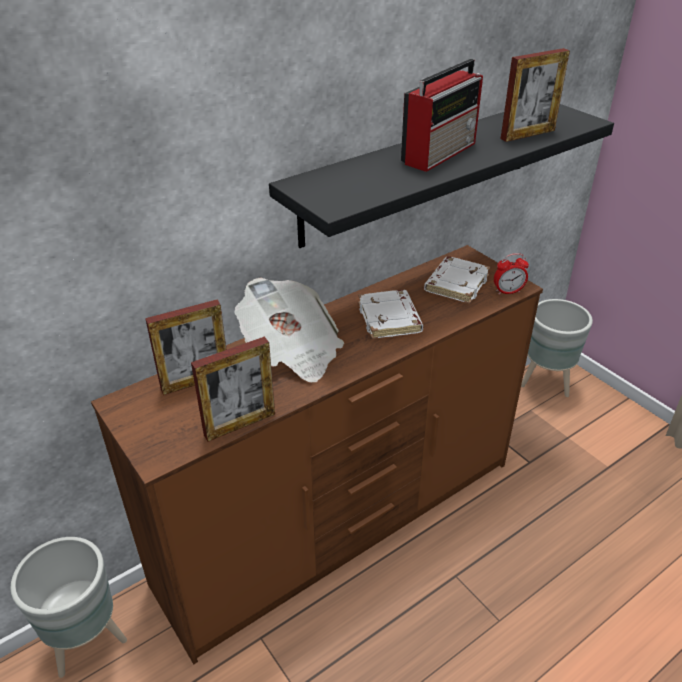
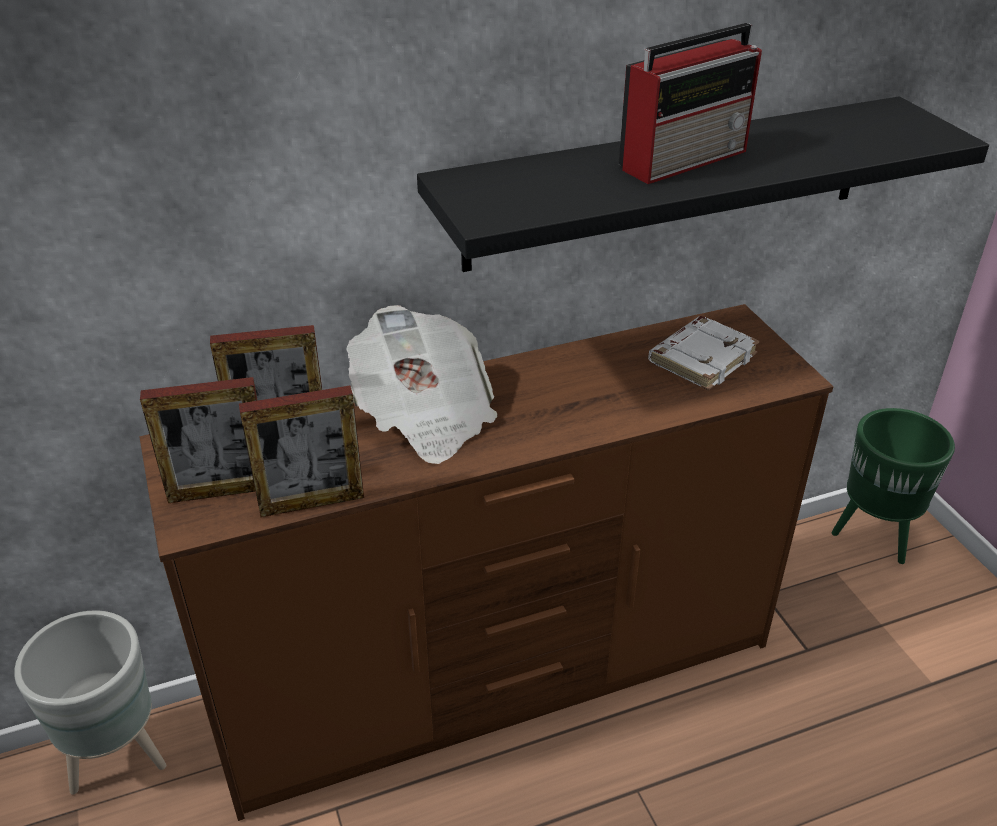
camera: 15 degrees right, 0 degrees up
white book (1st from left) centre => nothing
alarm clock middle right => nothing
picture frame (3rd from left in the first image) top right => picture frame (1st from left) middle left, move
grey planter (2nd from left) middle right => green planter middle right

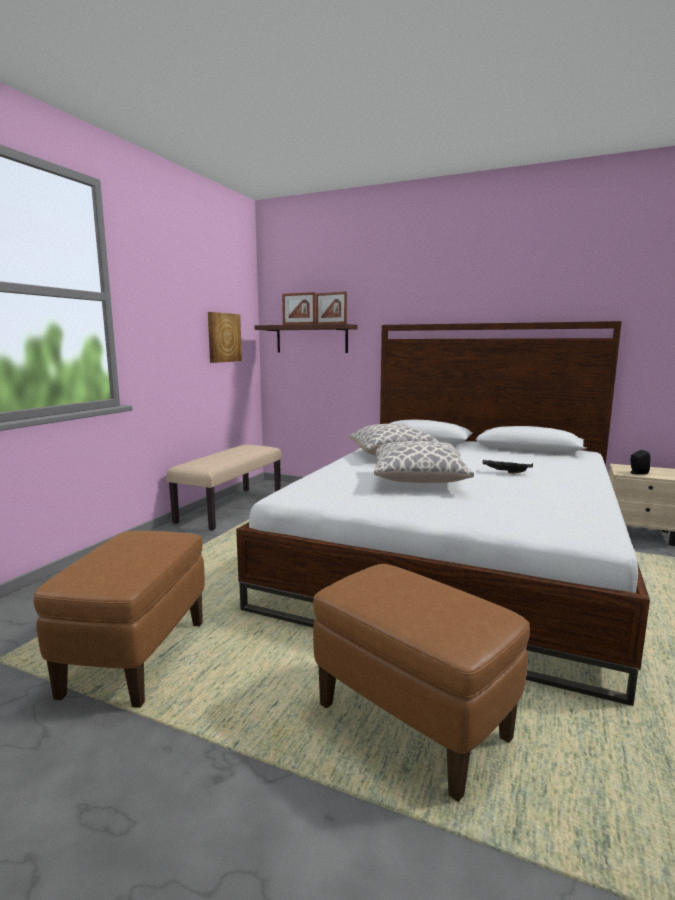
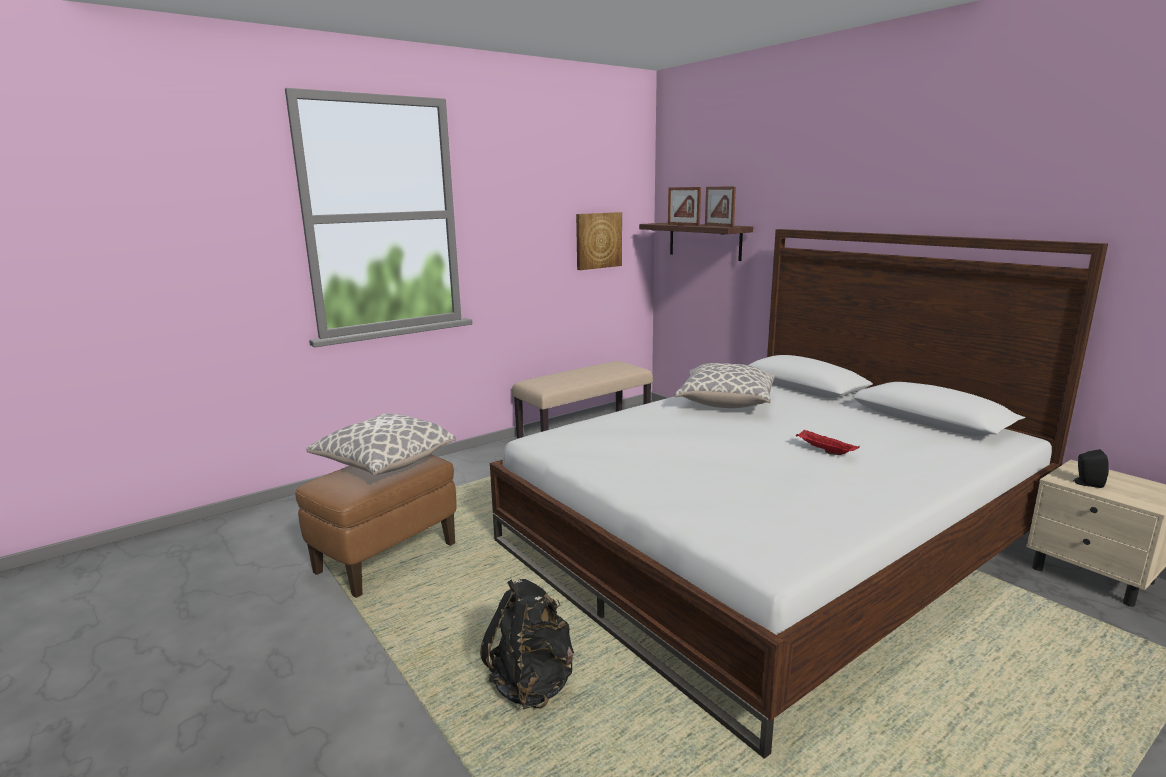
camera: 30 degrees right, 5 degrees up
pillow (2nd from left in the first image) centre => pillow (1st from left) middle left, move
brown ottoman (2nd from left) bottom centre => black backpack bottom centre
black tray middle right => red tray middle right

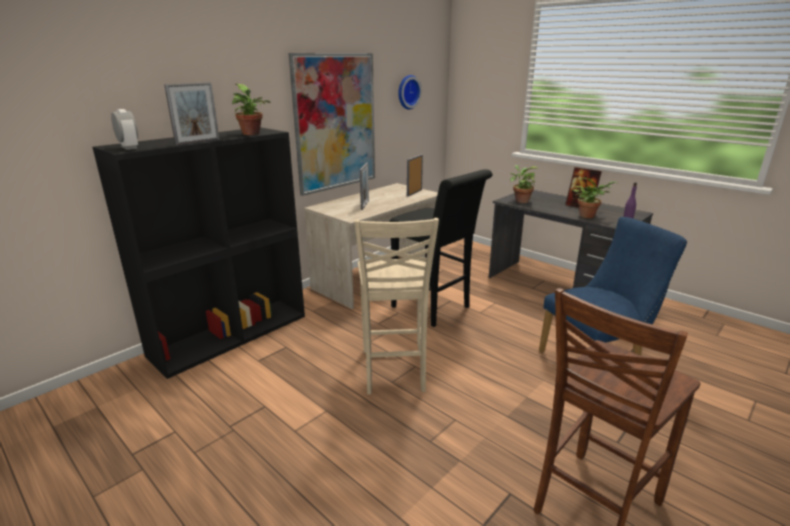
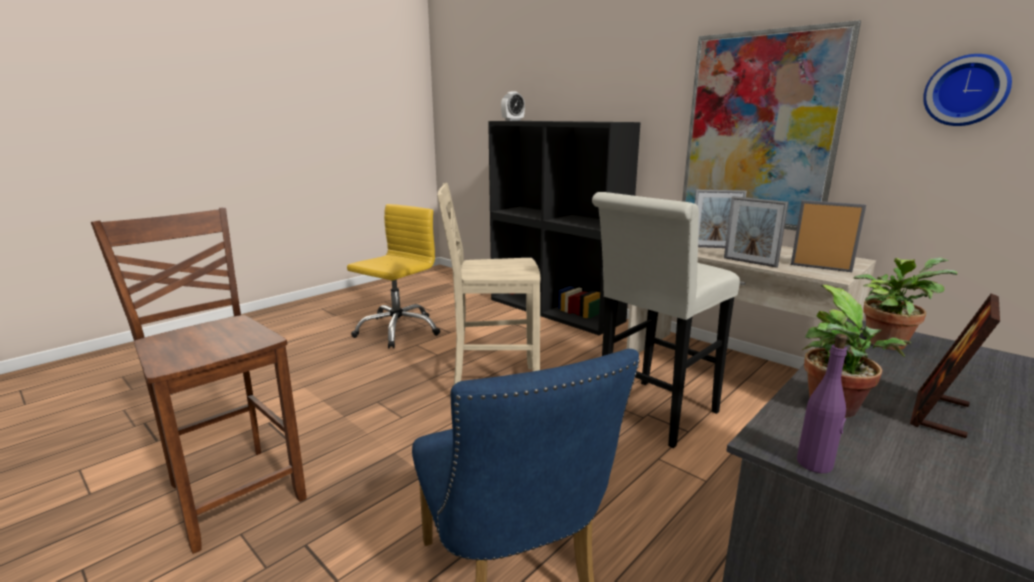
camera: 90 degrees right, 5 degrees down
potted plant (1st from left) top left => nothing
nothing => yellow office chair centre
picture frame (1st from left in the first image) top left => picture frame (2nd from left) middle right, move
black stool centre => white stool centre

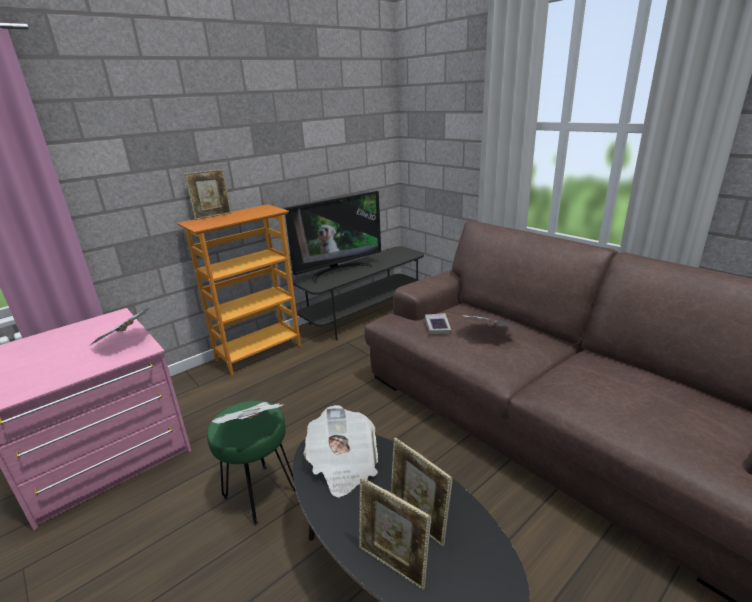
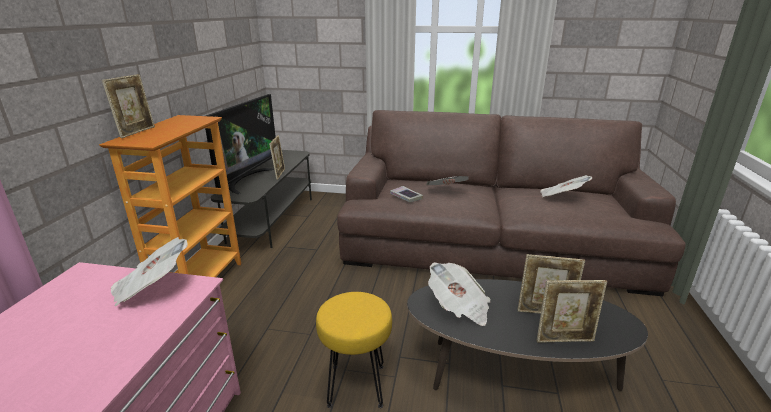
camera: 40 degrees left, 0 degrees up
nothing => picture frame (2nd from left) centre
newspaper (2nd from left in the first image) bottom left => newspaper (4th from left) middle right, move
green stool bottom centre => yellow stool bottom centre

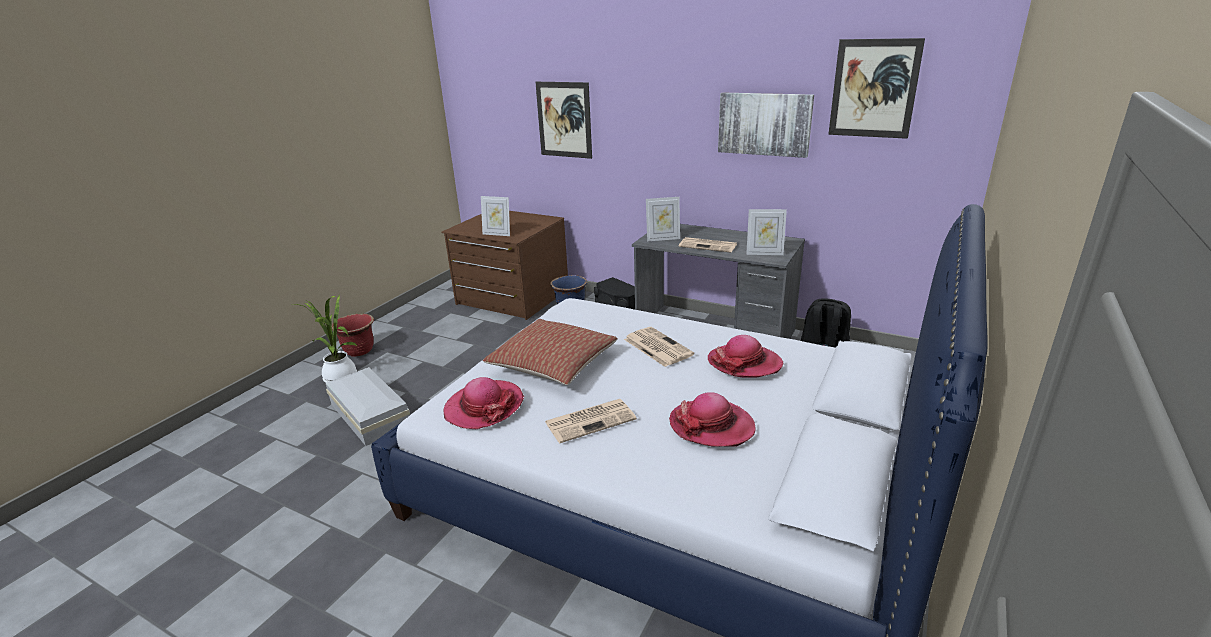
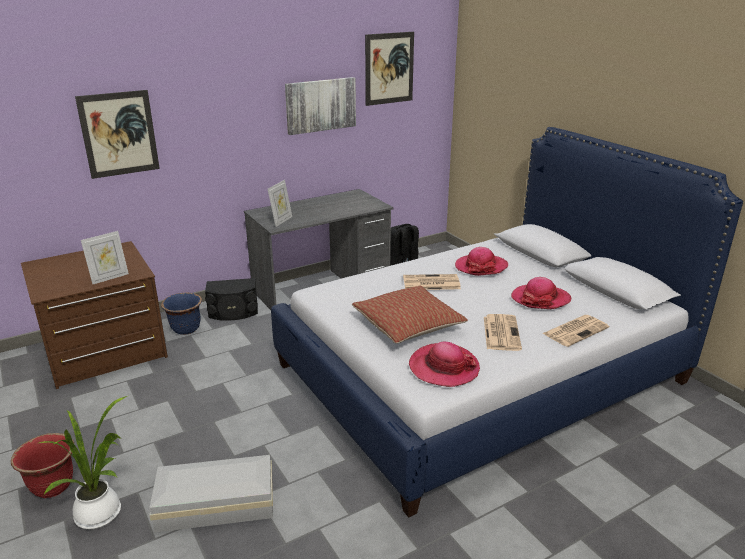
camera: 60 degrees left, 0 degrees up
picture frame (3rd from left) centre => nothing
newspaper (3rd from left) centre => newspaper (3rd from left) middle right, move

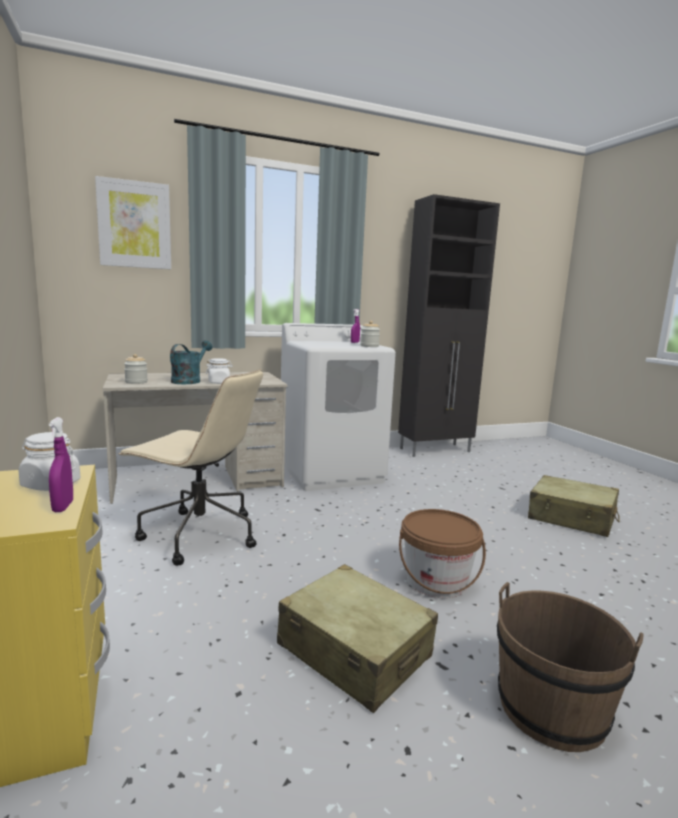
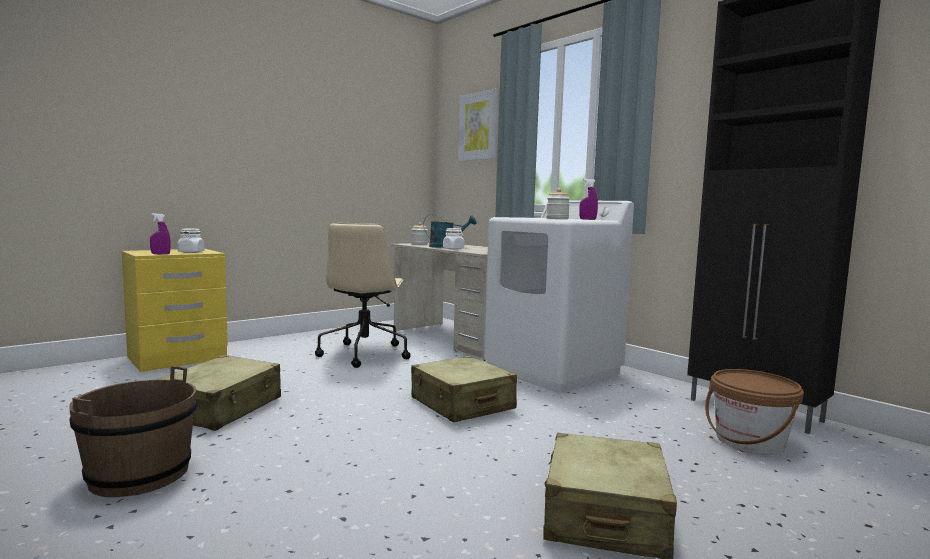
camera: 70 degrees right, 5 degrees down
nothing => beige suitcase (2nd from left) bottom centre
brown bucket (1st from left in the first image) bottom centre => brown bucket (2nd from left) bottom right, move

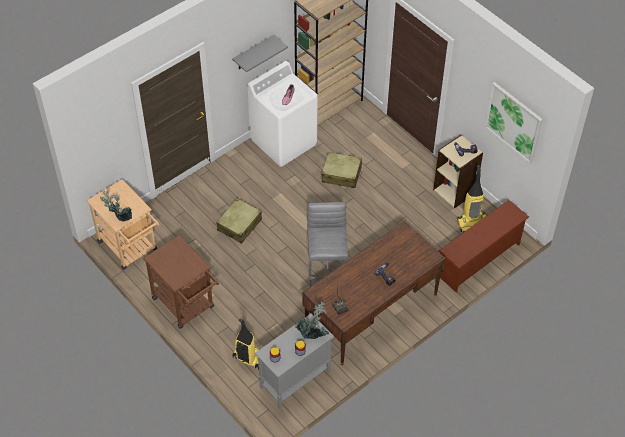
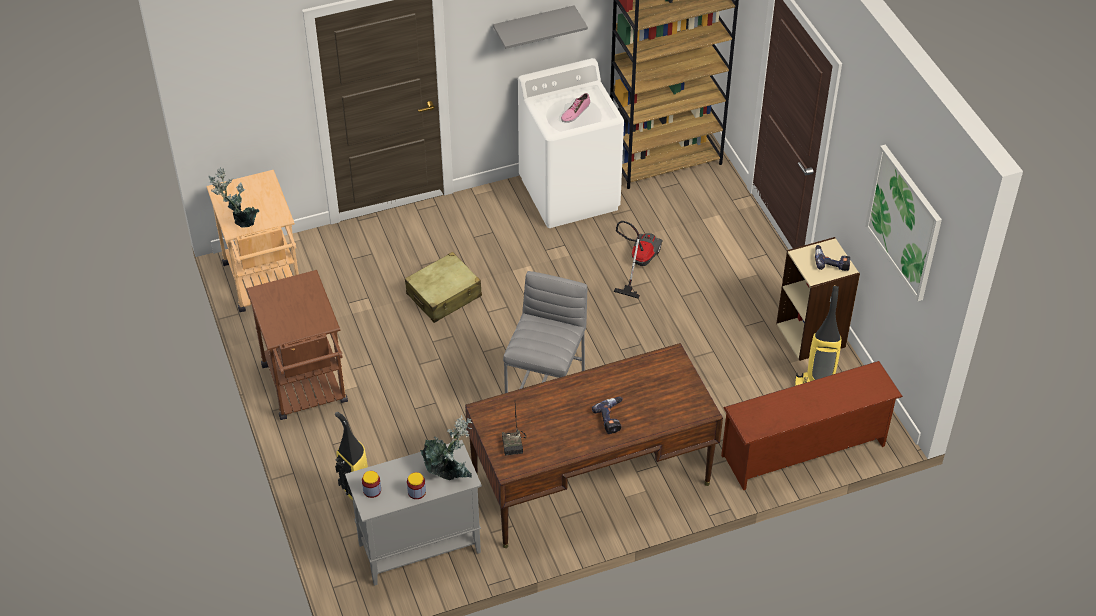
camera: 20 degrees right, 5 degrees down
beige suitcase (2nd from left) centre => vacuum cleaner (2nd from left) centre

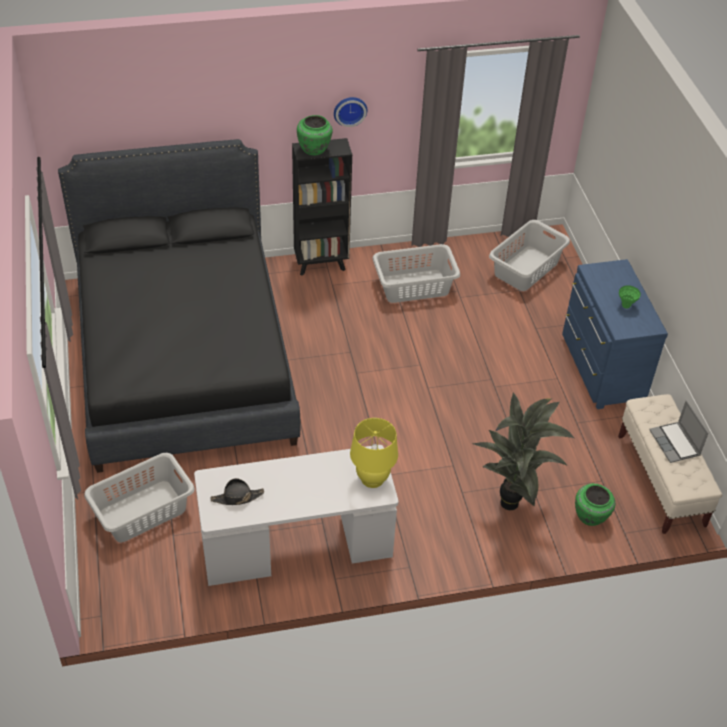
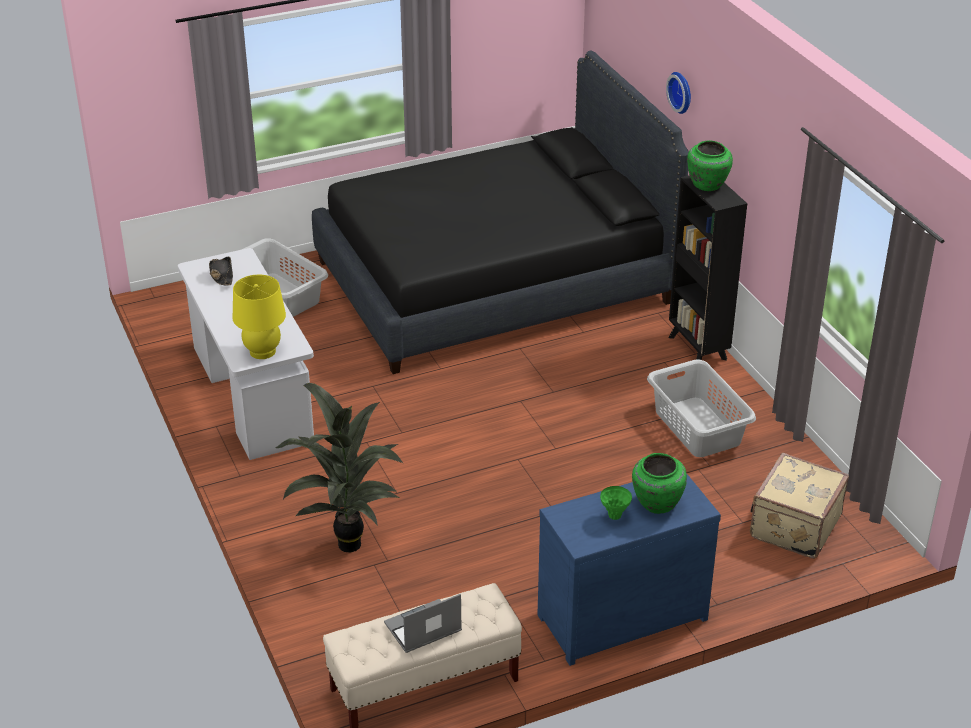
camera: 80 degrees right, 10 degrees down
wall clock top centre => wall clock top right, move
green vase (2nd from left) bottom right => green vase (2nd from left) middle right, move
grey laundry basket (3rd from left) middle right => beige suitcase bottom right

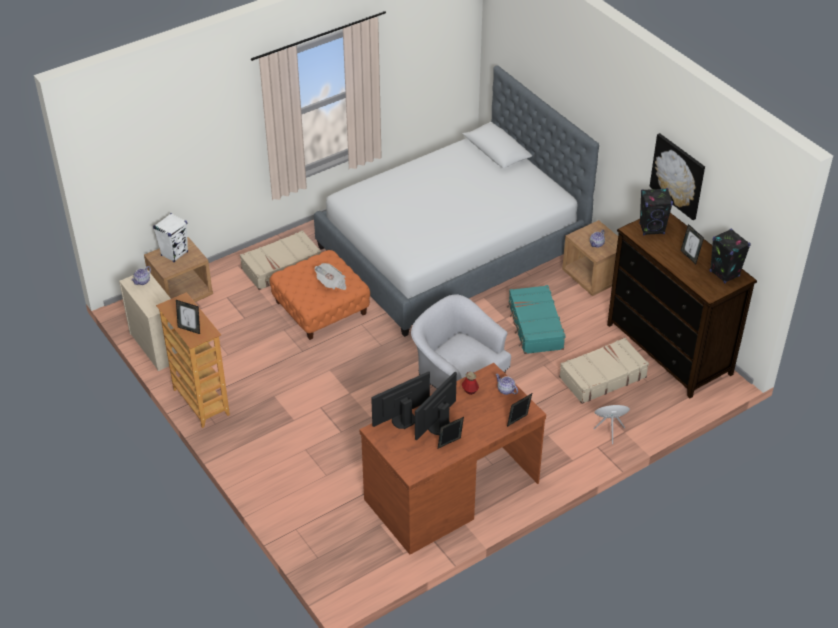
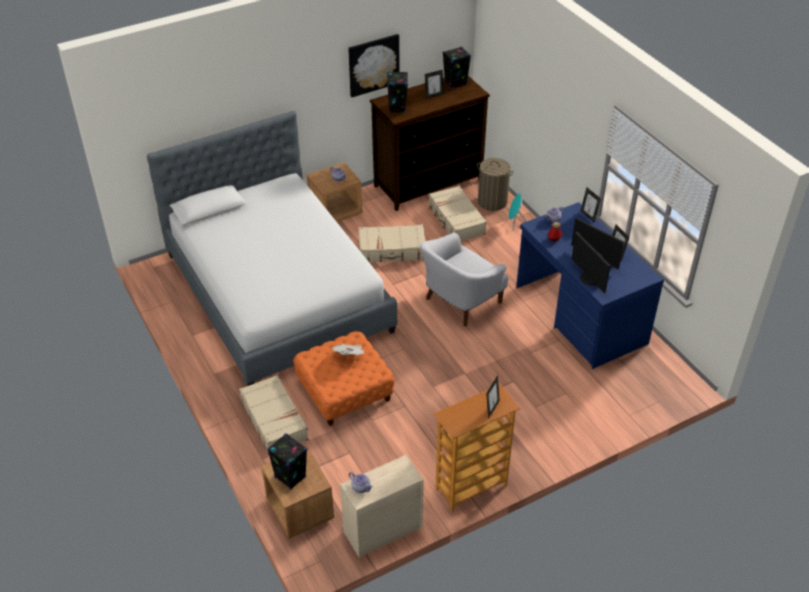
camera: 85 degrees left, 0 degrees up
nothing => laundry basket top centre
white speaker middle left => black speaker (1st from left) bottom centre
brown desk bottom centre => blue desk middle right
turquoise suitcase centre => beige suitcase (2nd from left) centre

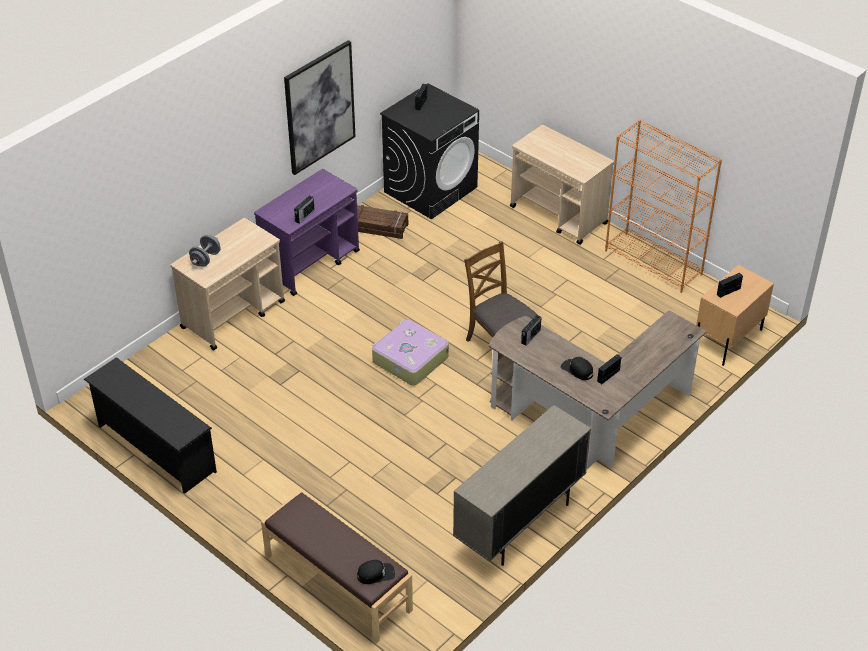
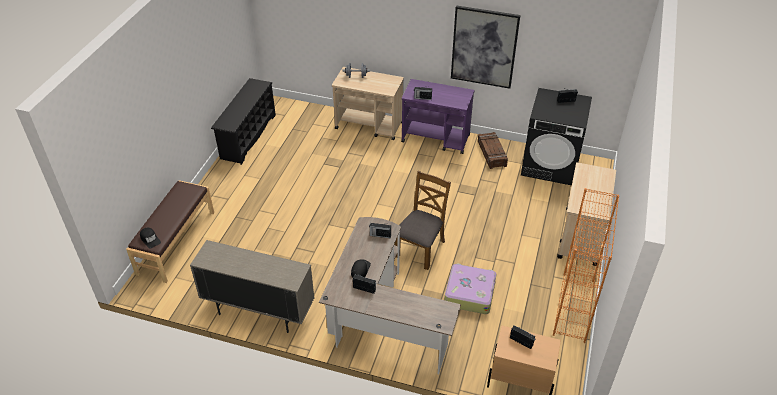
camera: 65 degrees right, 0 degrees up
suitcase centre => suitcase bottom centre, move

